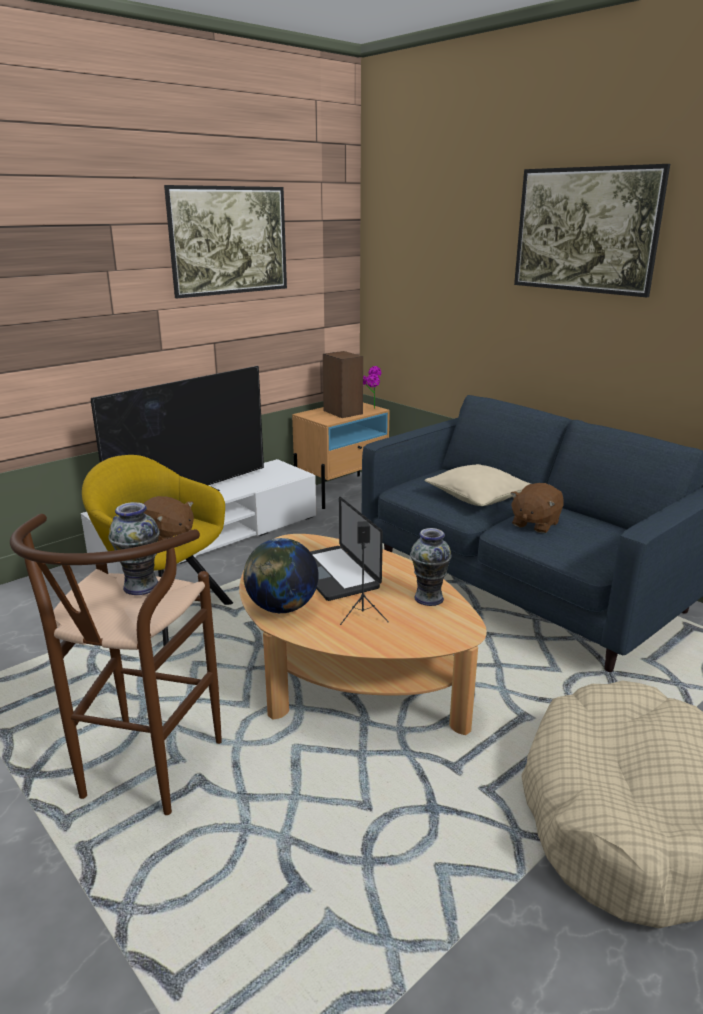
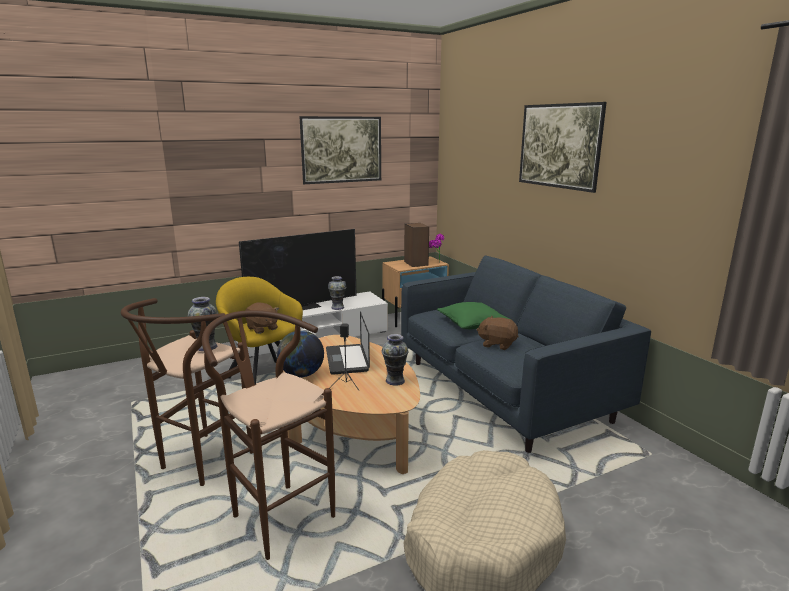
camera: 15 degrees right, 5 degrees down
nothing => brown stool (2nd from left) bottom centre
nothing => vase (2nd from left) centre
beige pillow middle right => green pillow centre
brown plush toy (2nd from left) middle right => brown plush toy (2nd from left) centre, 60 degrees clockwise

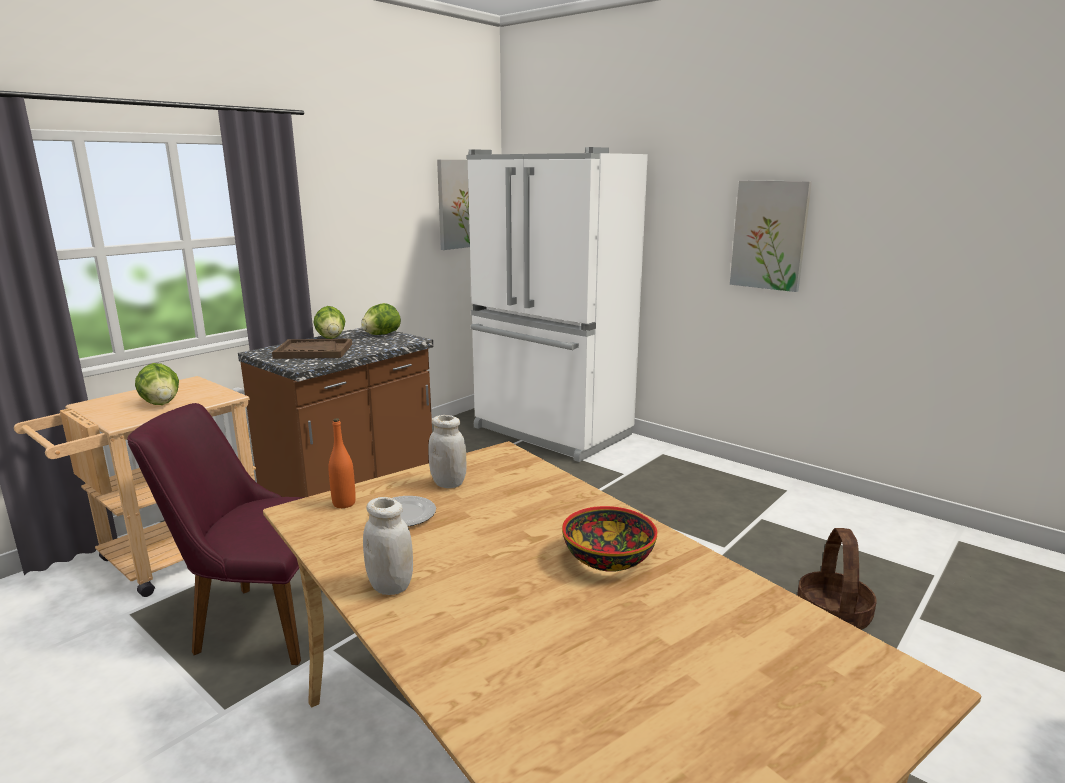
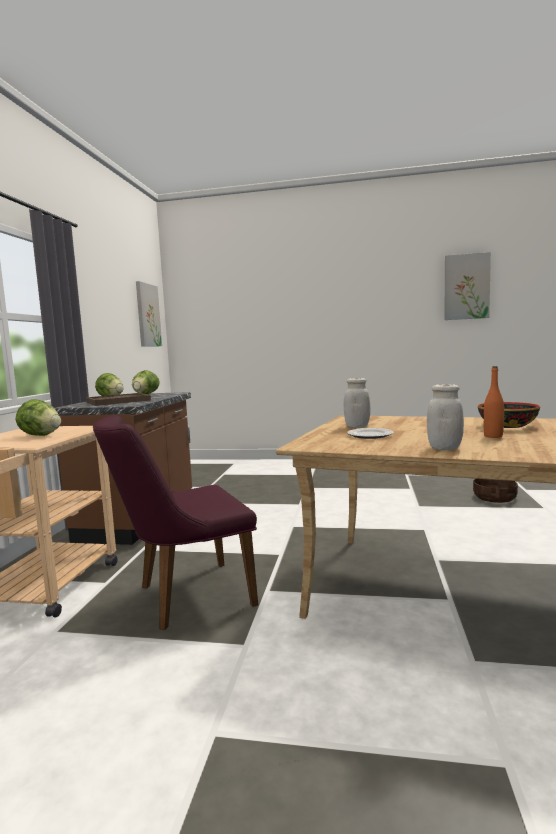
camera: 30 degrees left, 10 degrees down
white fridge centre => nothing
orange bottle middle left => orange bottle middle right, move
picture (2nd from left) top right => picture (2nd from left) middle right, move

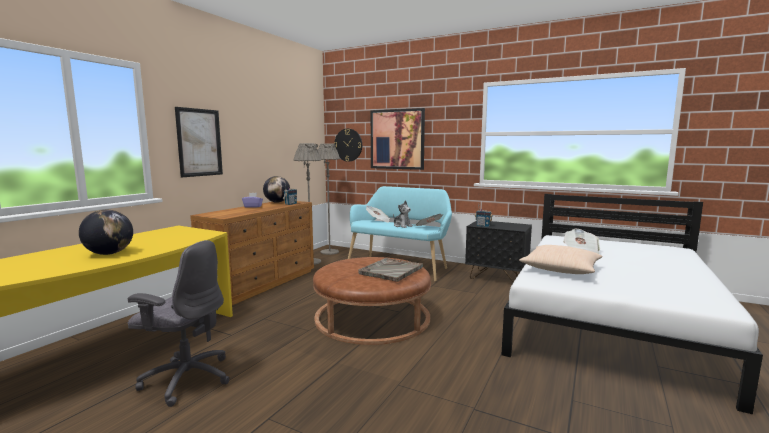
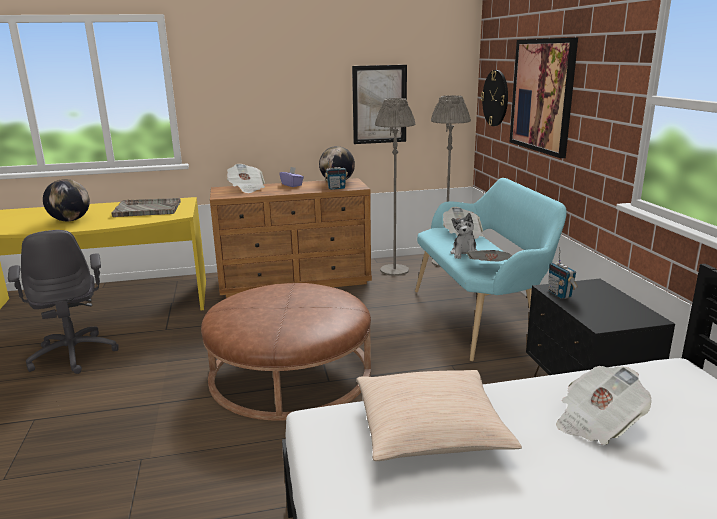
camera: 50 degrees right, 10 degrees up
nothing => newspaper (1st from left) centre
picture (1st from left) top left => picture (1st from left) top centre, move
grey tray centre => grey tray middle left, move

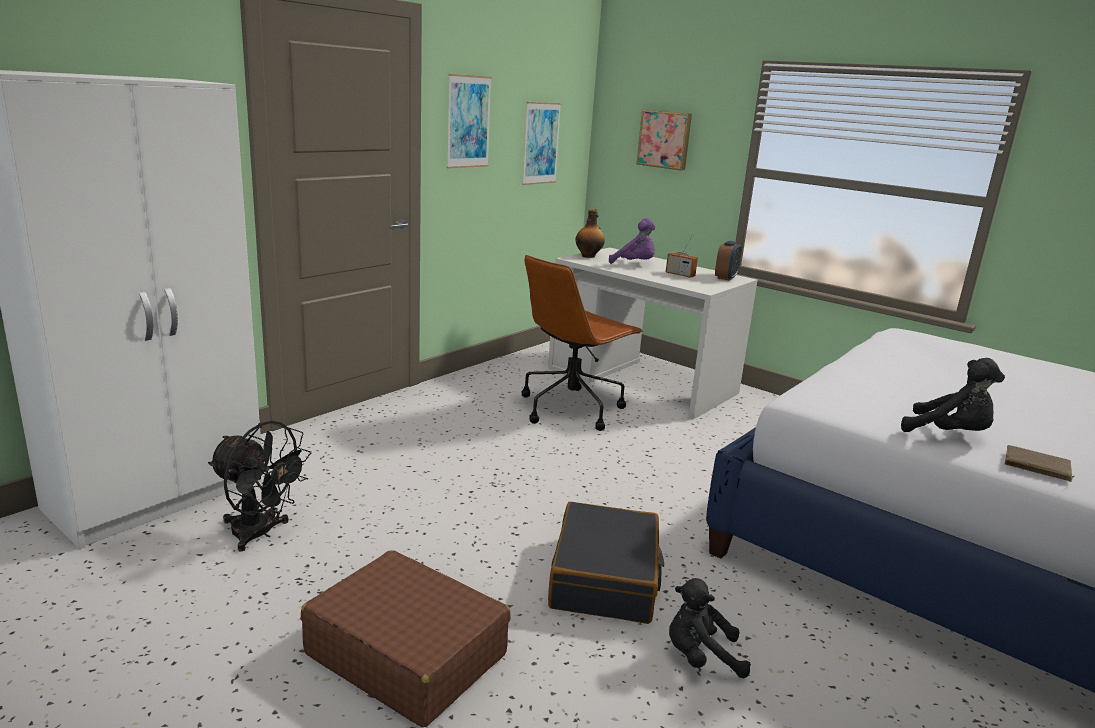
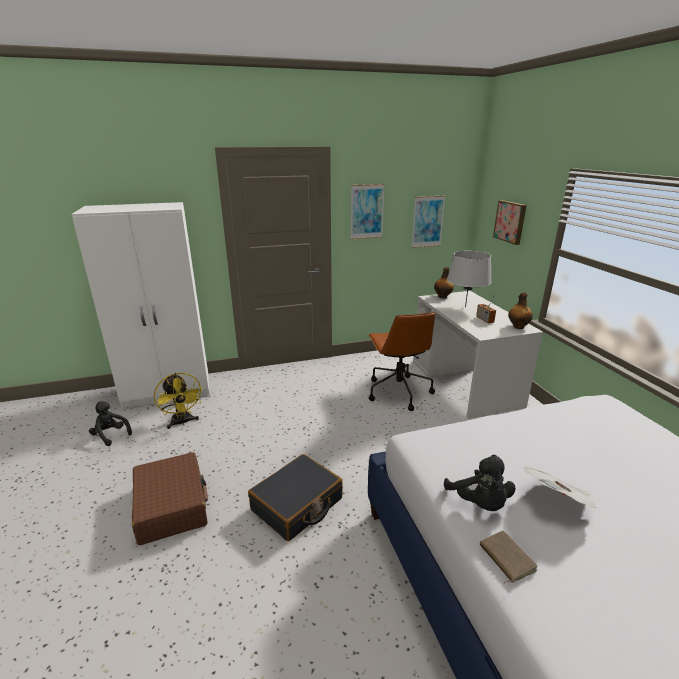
camera: 35 degrees right, 5 degrees up
nothing => newspaper bottom right
black plush toy (1st from left) bottom centre => black plush toy (1st from left) middle left, move
purple plush toy top centre => grey table lamp middle right
alarm clock centre => bottle (2nd from left) middle right
black fan bottom left => yellow fan middle left
brown office chair centre, 90 degrees counterclockwise

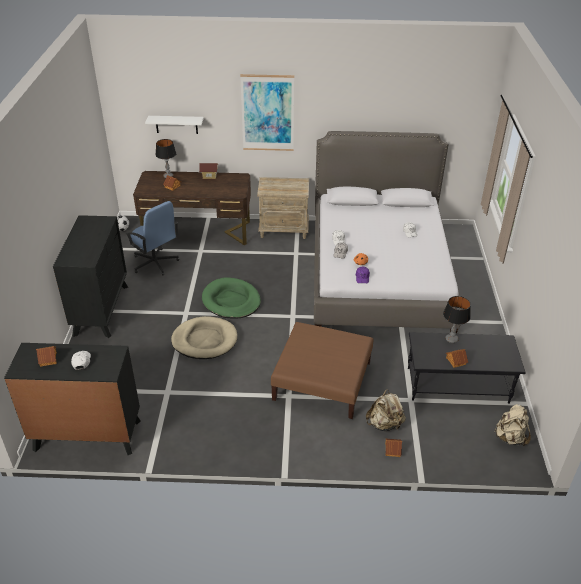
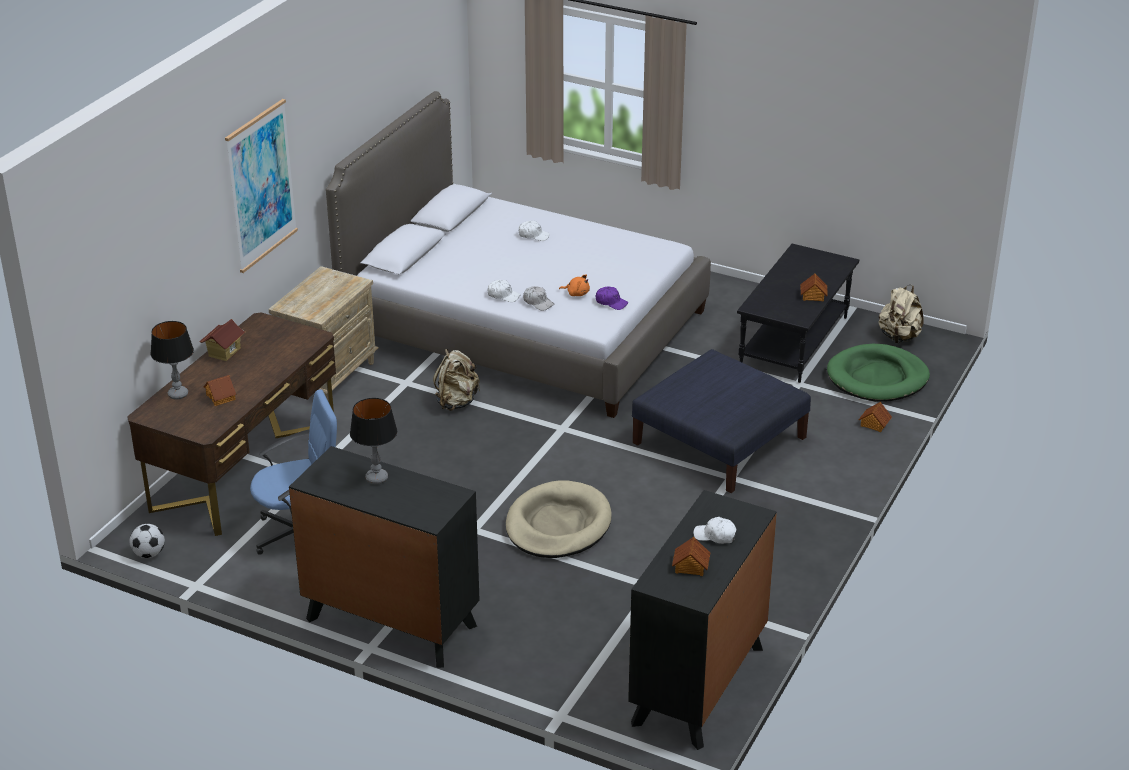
camera: 65 degrees left, 5 degrees down
white shelf top left => nothing
green dog bed centre => green dog bed middle right, move
beige backpack (1st from left) bottom centre => beige backpack (1st from left) centre, move
table lamp (2nd from left) middle right => table lamp (2nd from left) middle left, move
brown ottoman centre => blue ottoman centre

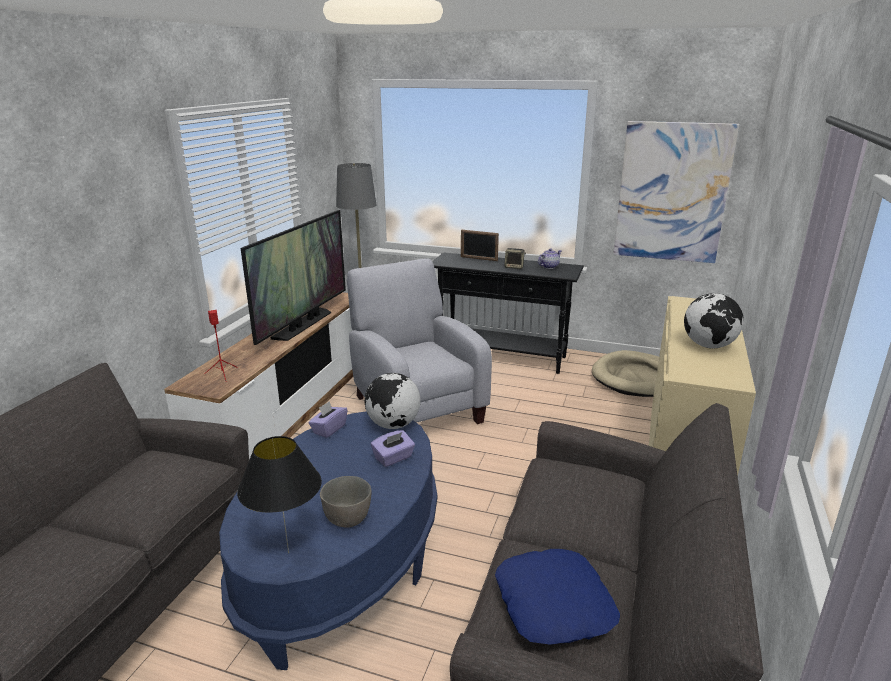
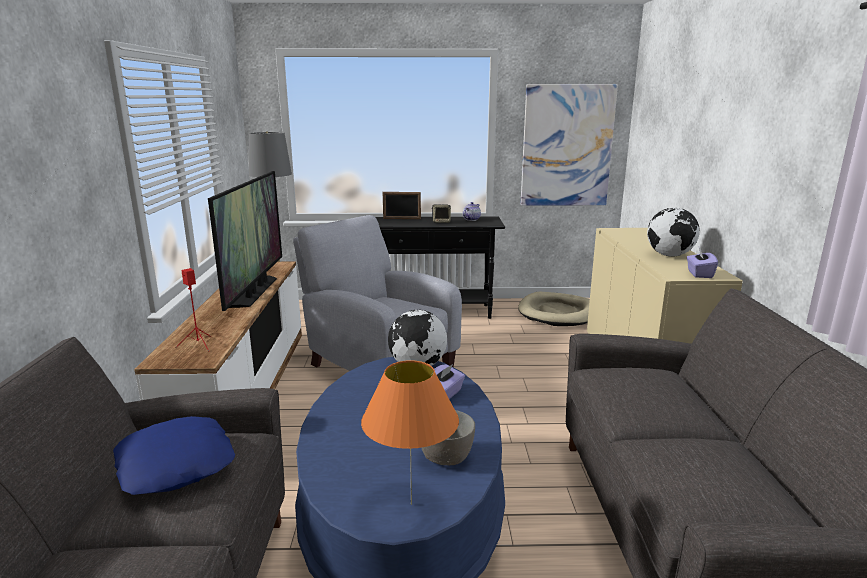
camera: 20 degrees left, 5 degrees down
purple tissue box (1st from left in the first image) centre => purple tissue box (2nd from left) middle right, move
blue pillow bottom centre => blue pillow bottom left, move
black table lamp bottom left => orange table lamp bottom centre

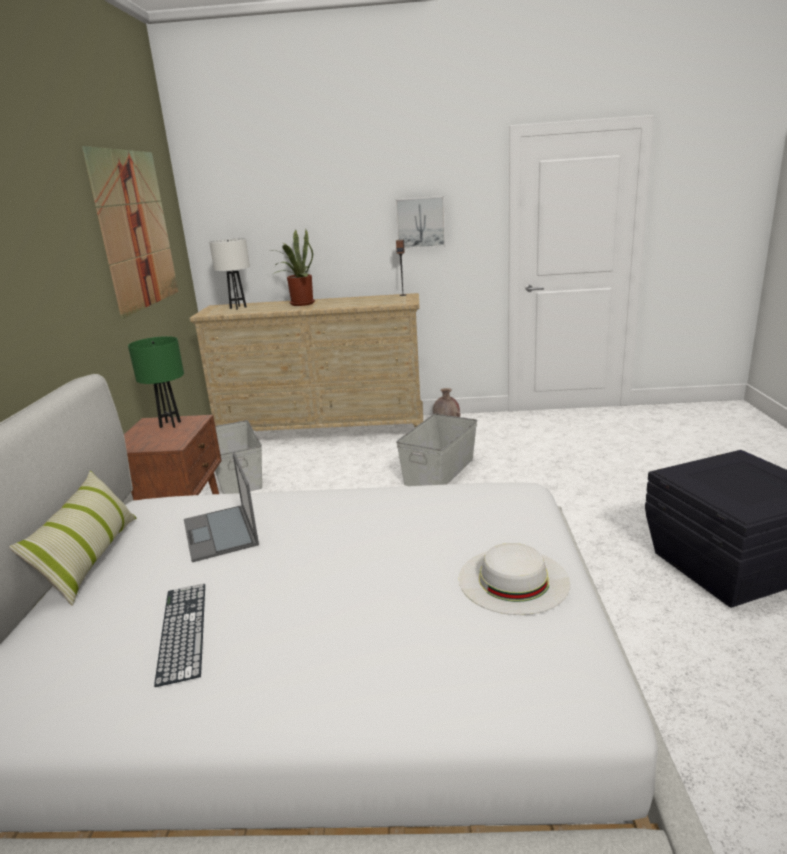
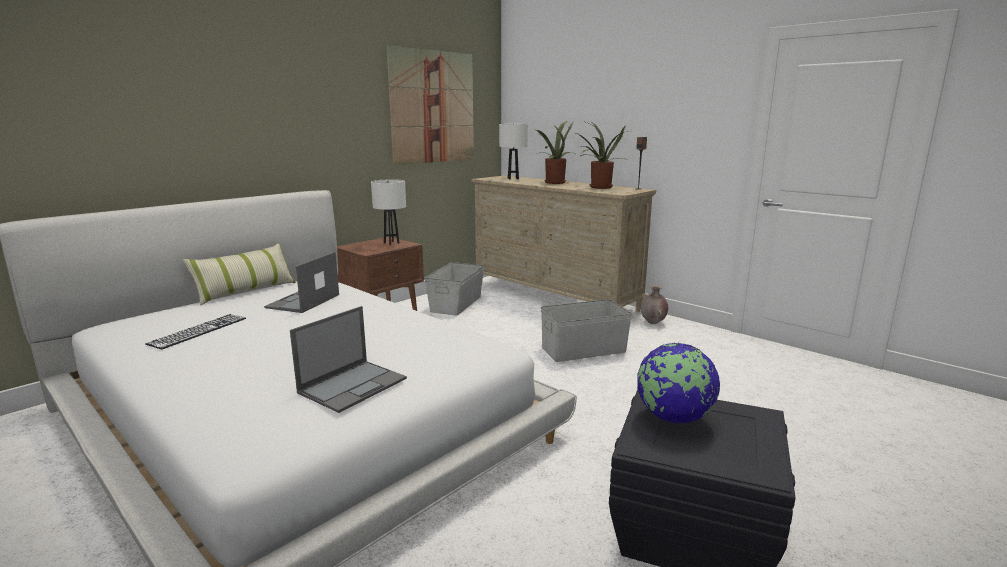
camera: 40 degrees right, 5 degrees down
picture (2nd from left) top centre => nothing
nothing => potted plant (2nd from left) top centre
nothing => globe bottom right
white hat bottom centre => laptop (2nd from left) centre
green table lamp middle left => white table lamp (1st from left) centre

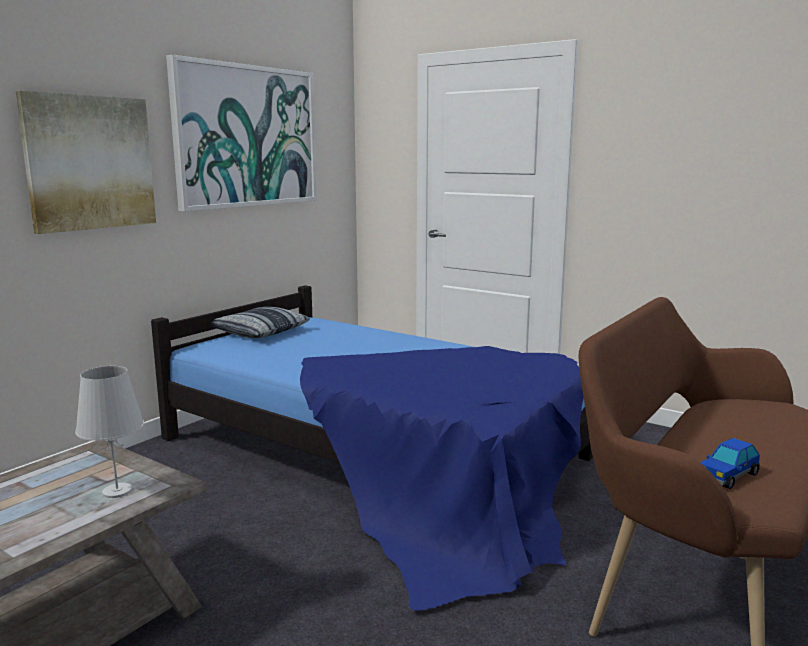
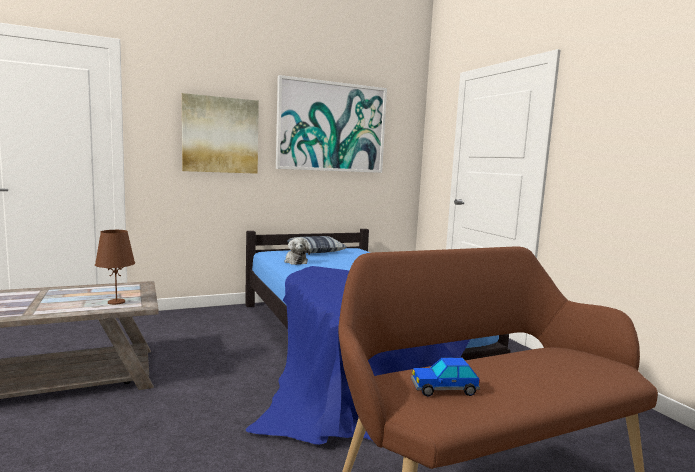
camera: 30 degrees right, 5 degrees down
nothing => plush toy centre
white table lamp bottom left => brown table lamp middle left

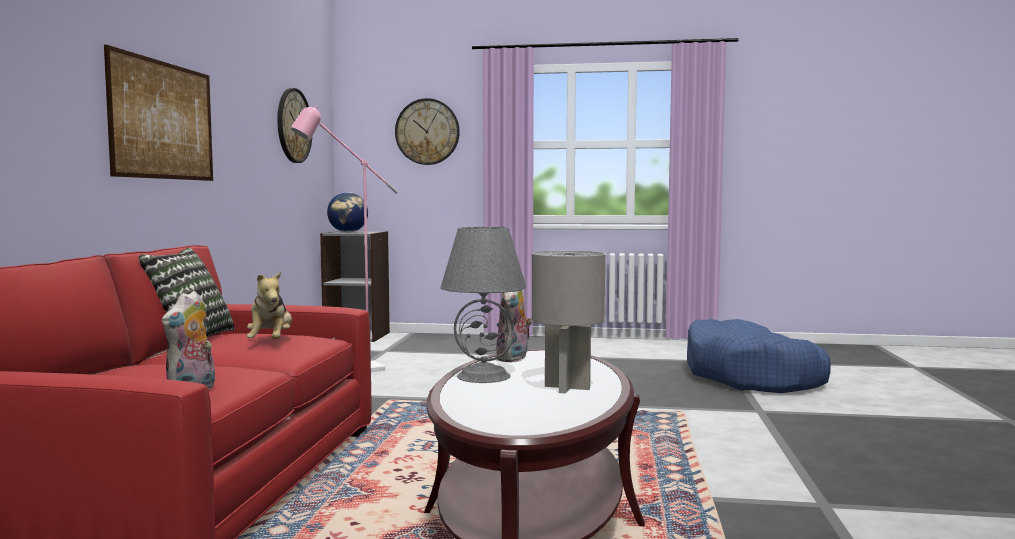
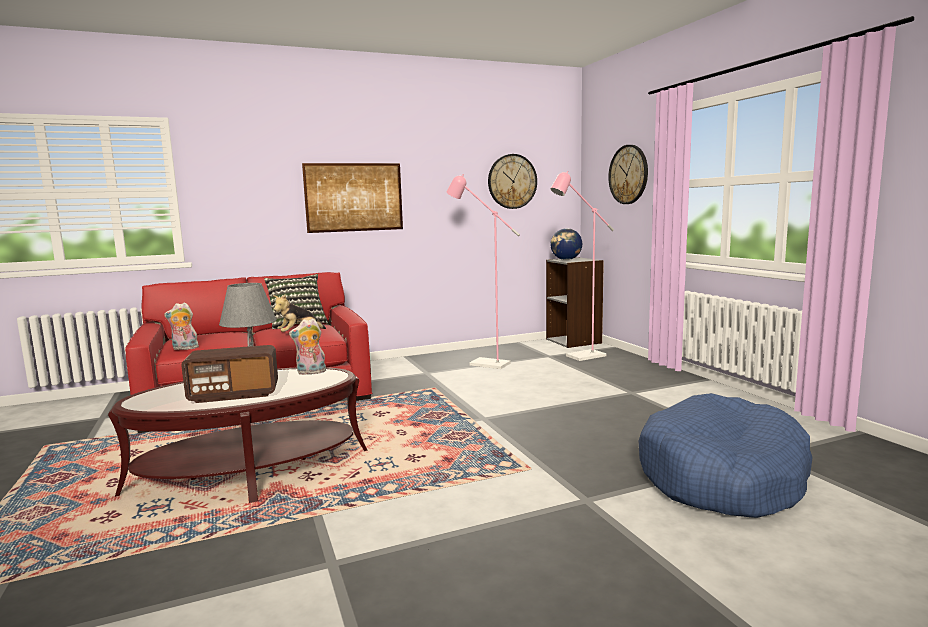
camera: 60 degrees right, 5 degrees up
nothing => pink floor lamp (2nd from left) centre
grey table lamp (2nd from left) centre => radio middle left

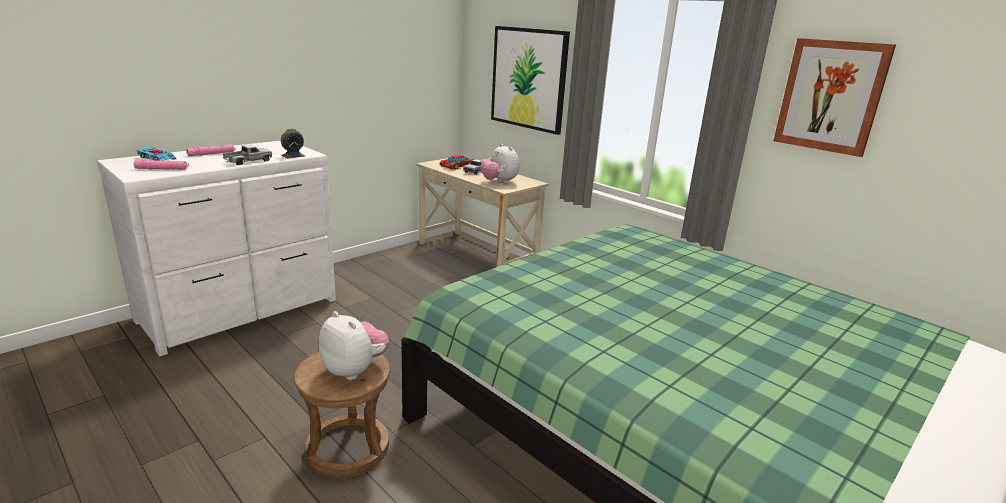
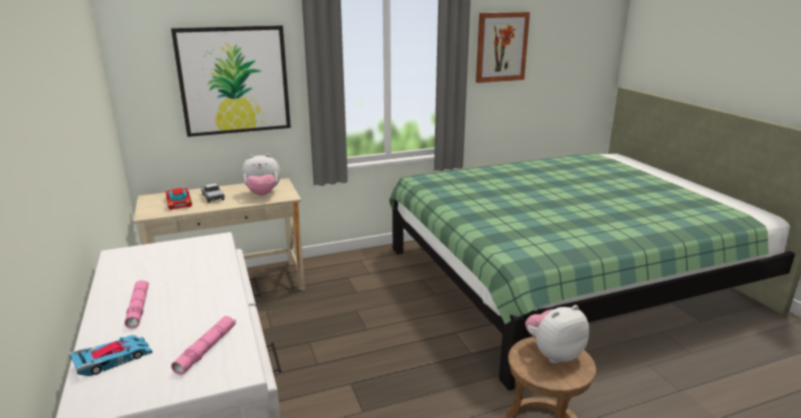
camera: 65 degrees left, 0 degrees up
toy truck (1st from left) top left => nothing
alarm clock top left => nothing

